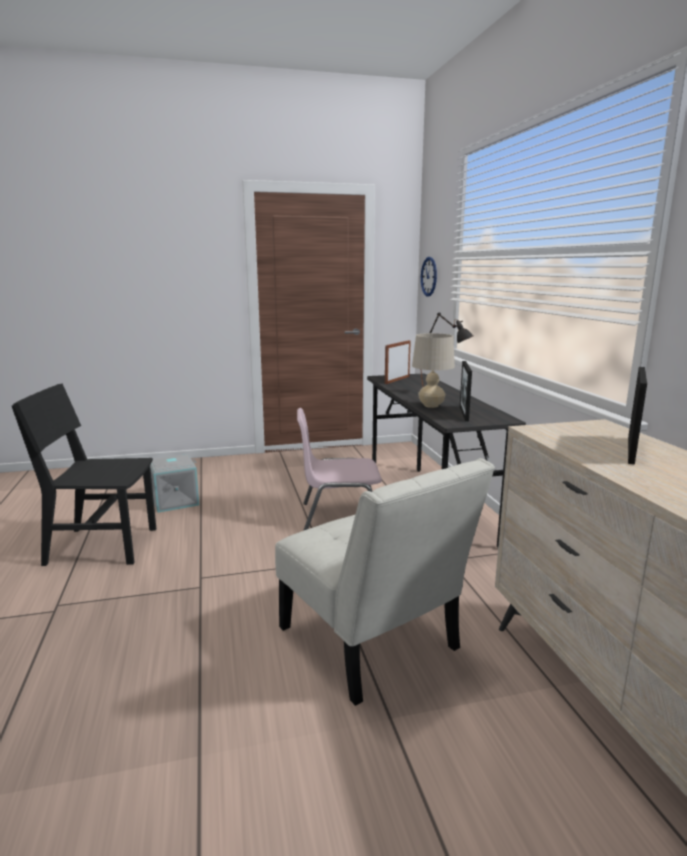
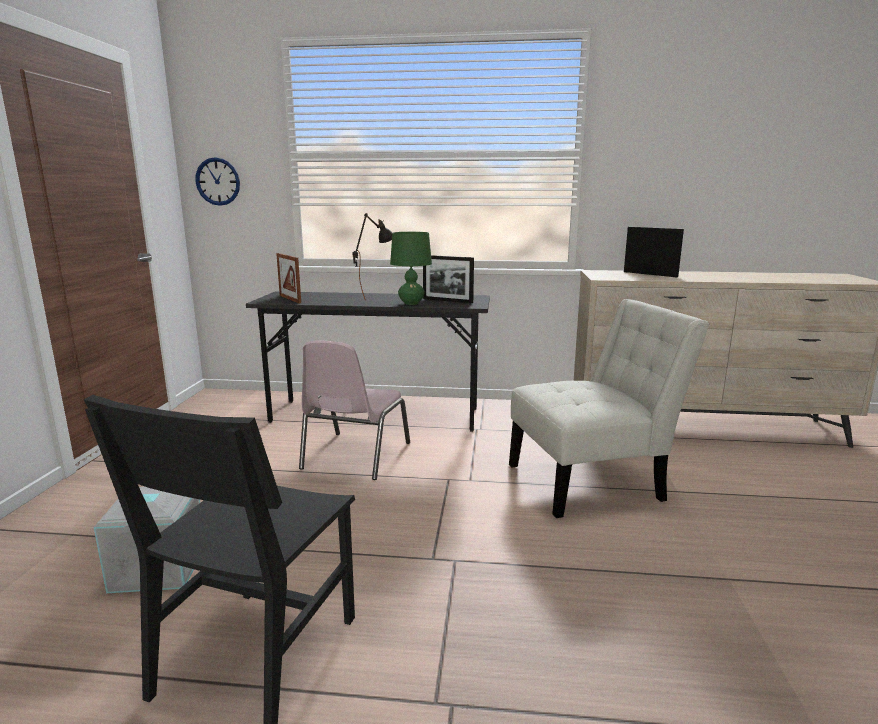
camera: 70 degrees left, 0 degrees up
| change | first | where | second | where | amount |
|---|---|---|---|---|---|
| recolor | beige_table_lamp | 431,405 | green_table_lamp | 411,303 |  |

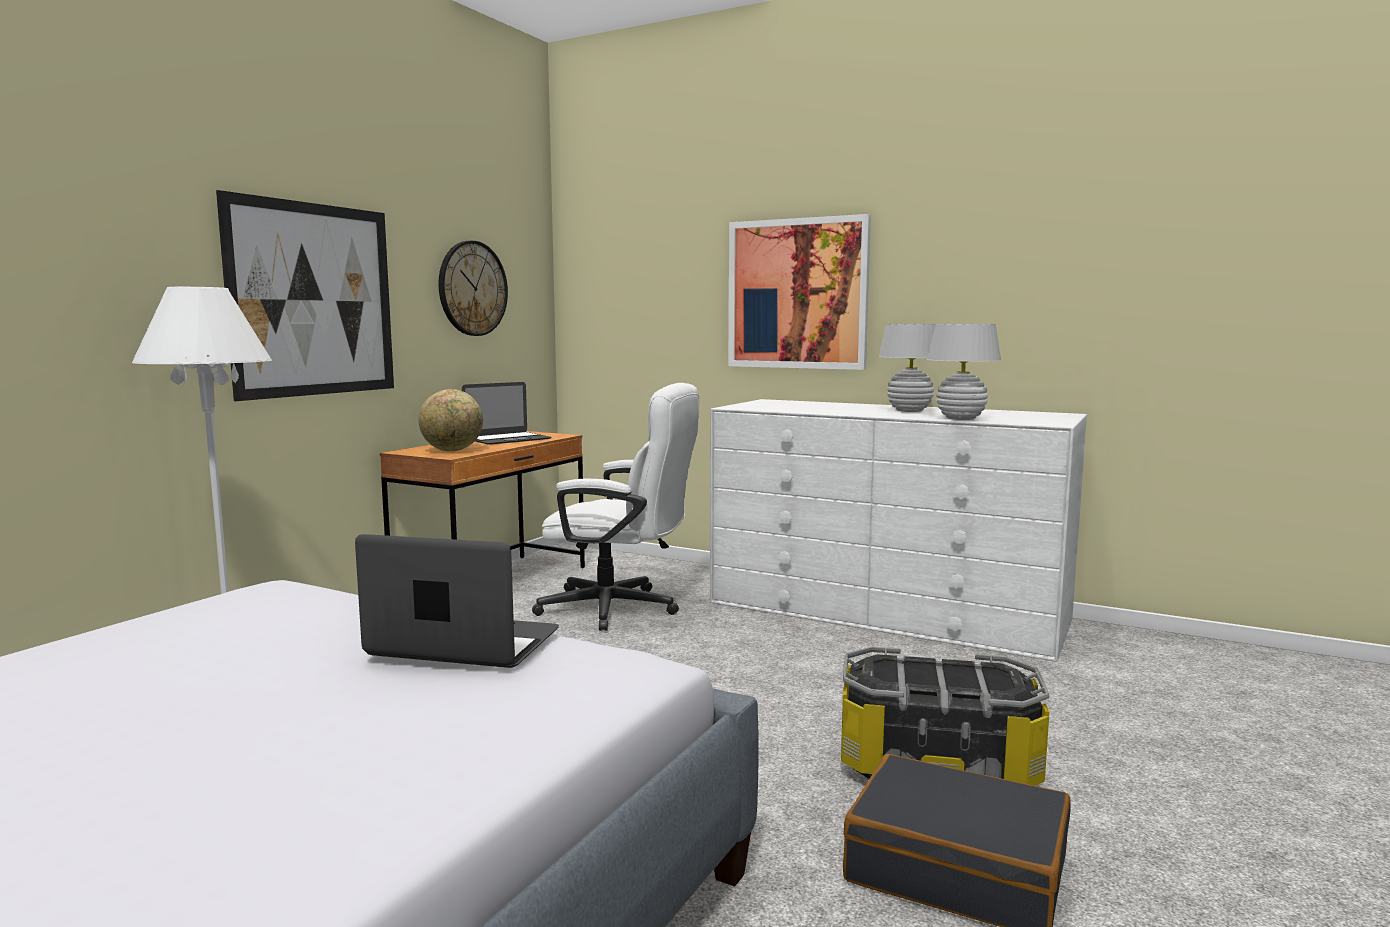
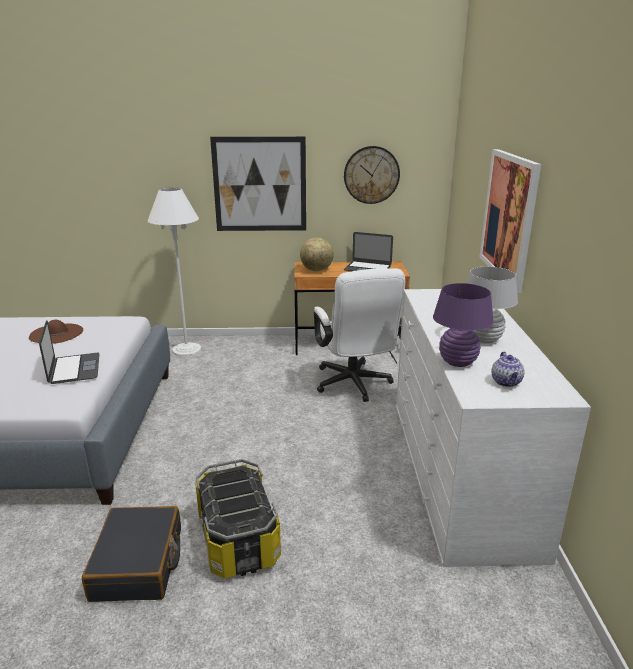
camera: 60 degrees right, 15 degrees up
| change | first | where | second | where | amount |
|---|---|---|---|---|---|
| insert |  |  | brownish_hat | 56,333 |  |
| recolor | white_table_lamp | 960,418 | purple-coloured_table_lamp | 457,362 |  |
| insert |  |  | tea_pot | 506,382 |  |

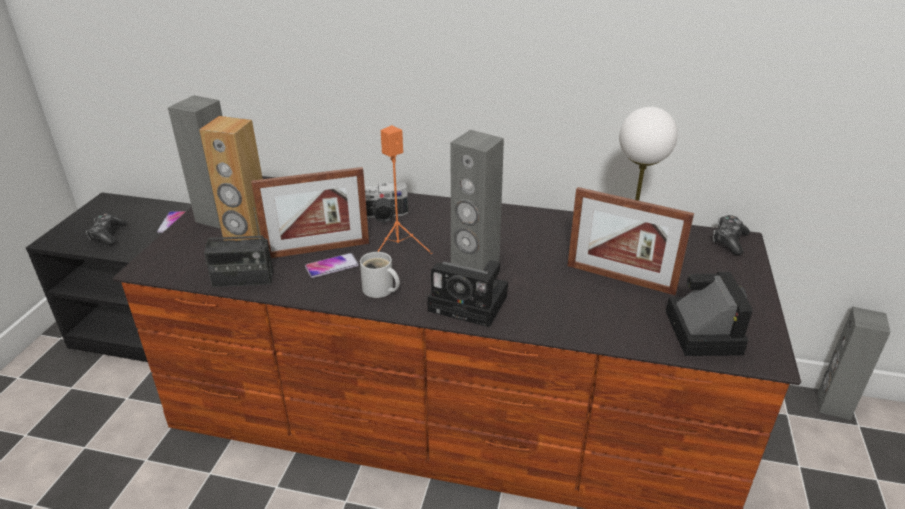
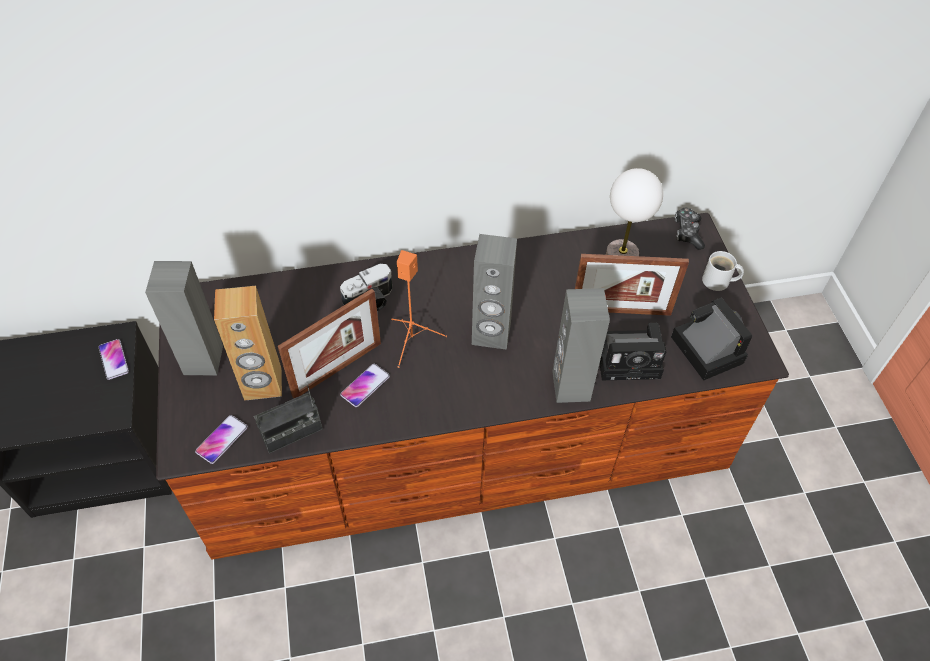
camera: 25 degrees left, 20 degrees up
| change | first | where | second | where | amount |
|---|---|---|---|---|---|
| insert |  |  | telephone | 222,439 |  |
| move | gray_speaker | 833,405 |  | 570,386 |  |
| move | still_camera | 471,303 |  | 630,358 |  |
| move | white_coffee_mug | 379,290 |  | 718,282 |  |
| delete | gamepad | 107,235 |  |  |  |

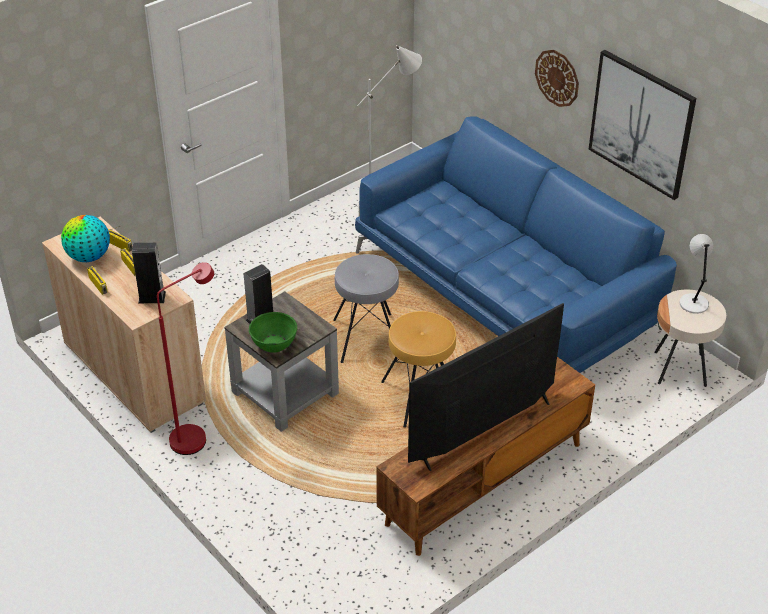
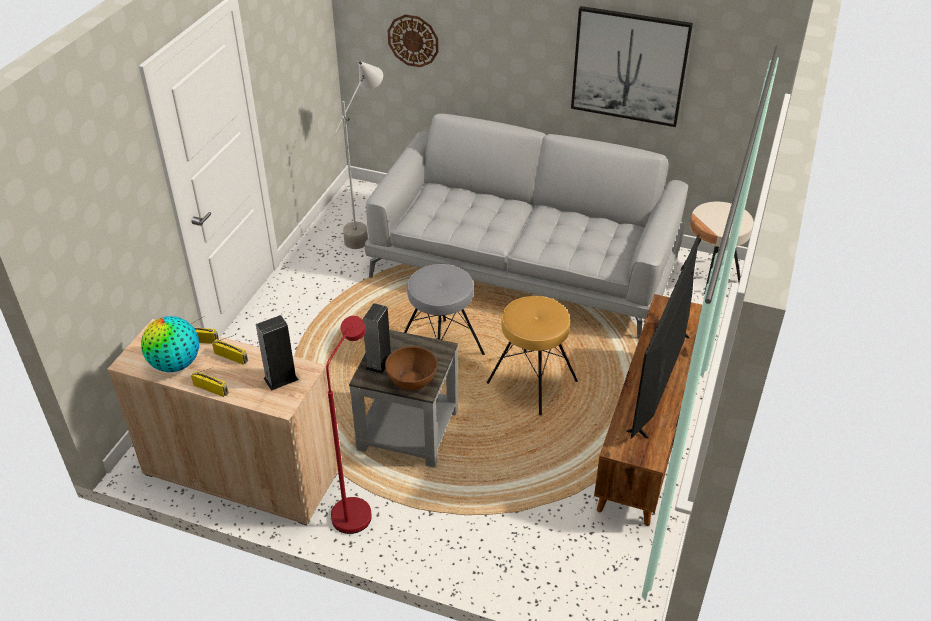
camera: 30 degrees left, 0 degrees up
| change | first | where | second | where | amount |
|---|---|---|---|---|---|
| recolor | blue_couch | 506,291 | gray_couch | 525,264 |  |
| recolor | green_bowl | 274,343 | brownish_bowl | 412,380 |  |
| move | clock_on_the_wall | 557,78 |  | 413,40 |  |
| delete | gray_table_lamp | 693,303 |  |  |  |

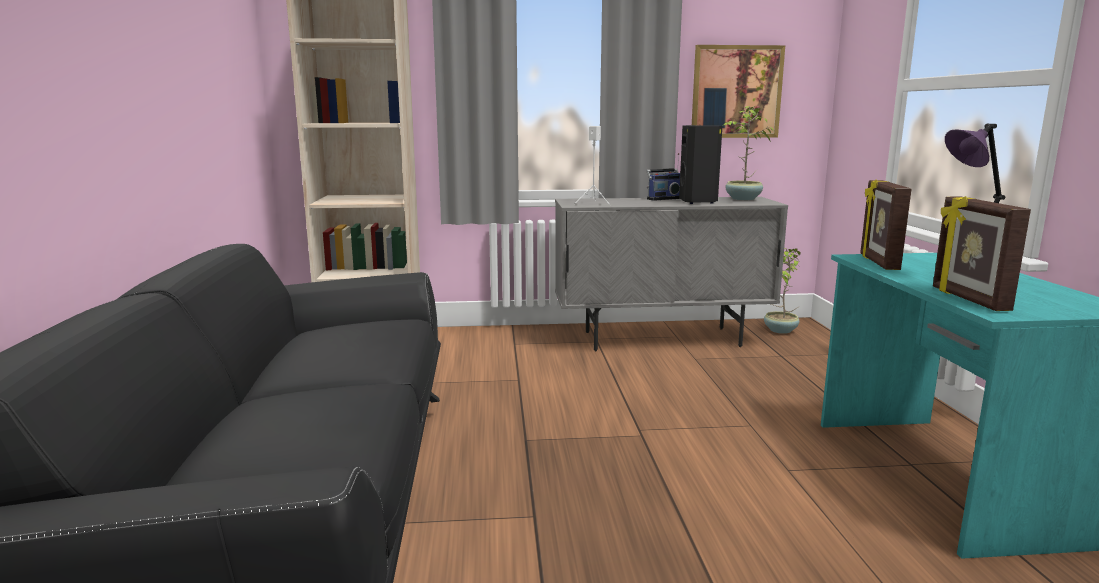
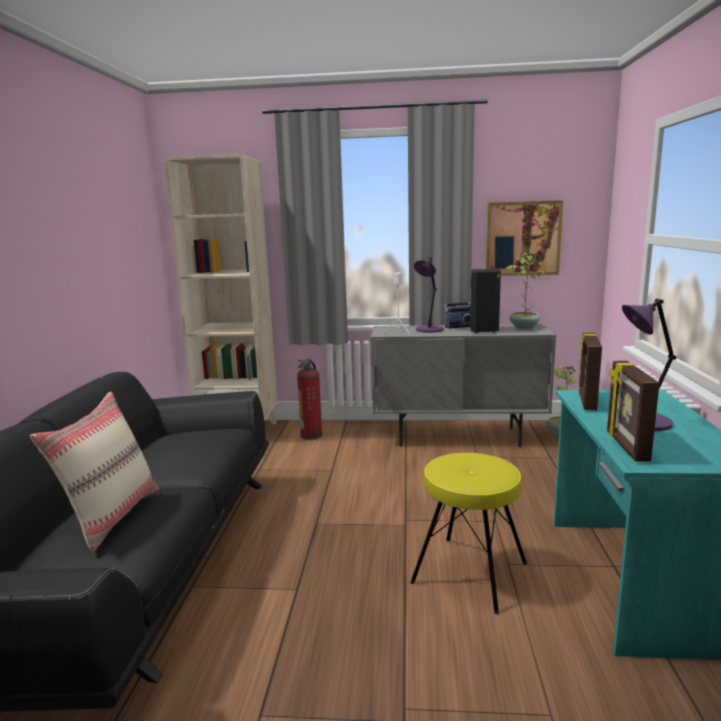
camera: 10 degrees right, 0 degrees up
| change | first | where | second | where | amount |
|---|---|---|---|---|---|
| insert |  |  | beige_pillow | 111,516 |  |
| insert |  |  | fire_extinguisher | 311,435 |  |
| insert |  |  | yellow_sitting_stool | 469,572 |  |
| insert |  |  | purple-coloured_table_lamp | 429,330 |  |

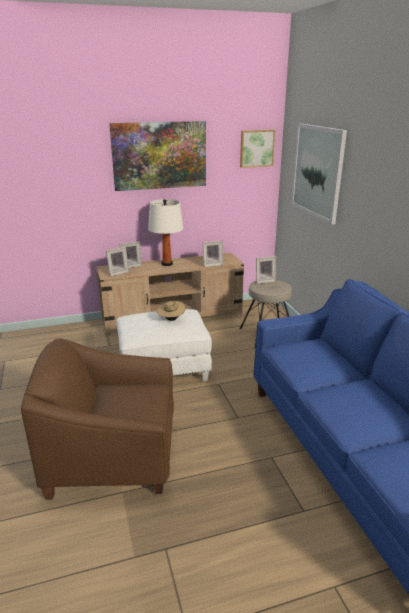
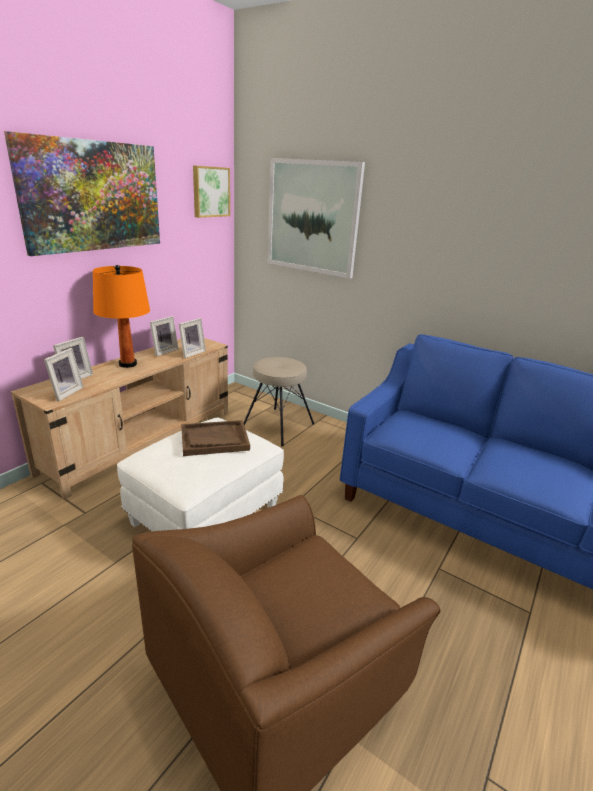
camera: 40 degrees left, 0 degrees up
| change | first | where | second | where | amount |
|---|---|---|---|---|---|
| recolor | white_table_lamp | 167,264 | orangey_table_lamp | 128,364 |  |
| move | photo_frame | 264,281 |  | 163,351 |  |
| replace | beige_hat | 171,319 | brownish_serving_tray | 214,439 |  |

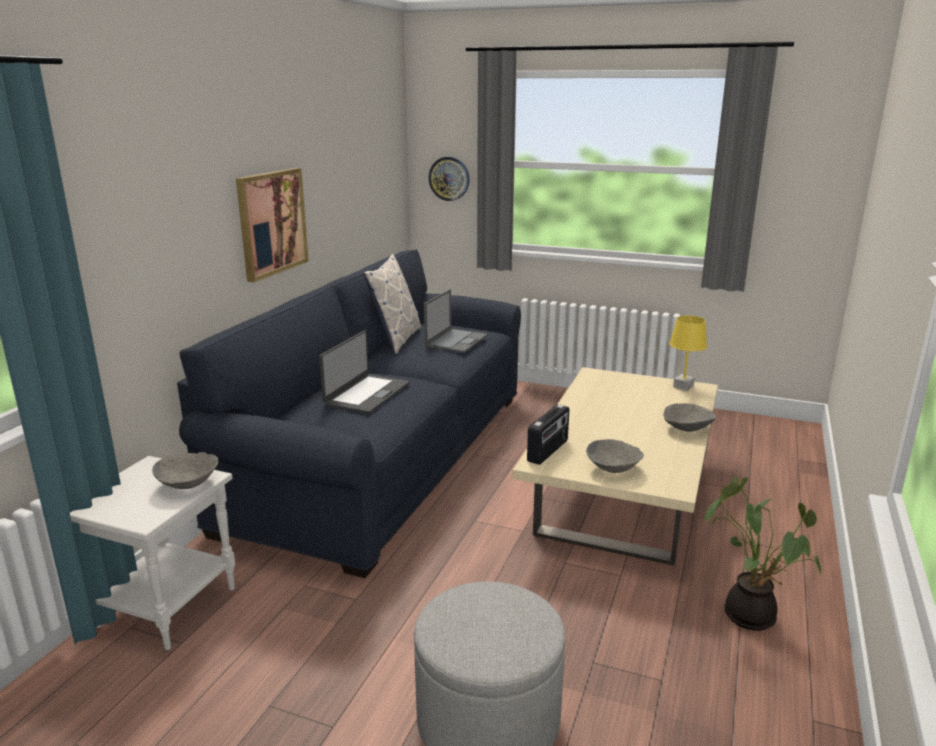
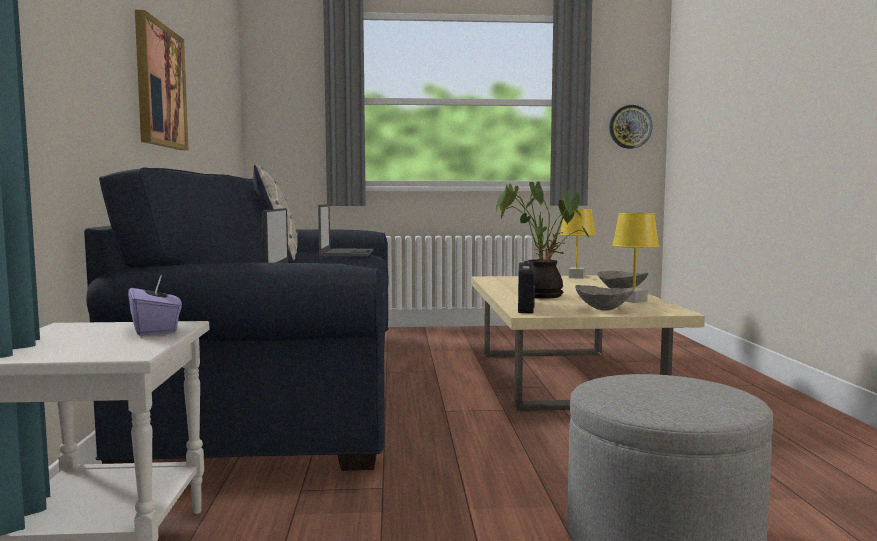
camera: 25 degrees left, 15 degrees down
| change | first | where | second | where | amount |
|---|---|---|---|---|---|
| replace | gray_bowl | 188,484 | purple-coloured_tissue_holder | 156,330 |  |
| move | potted_plant | 751,614 |  | 542,295 |  |
| move | clock_on_the_wall | 449,178 |  | 630,127 |  |
| insert |  |  | yellow_table_lamp | 633,301 |  |

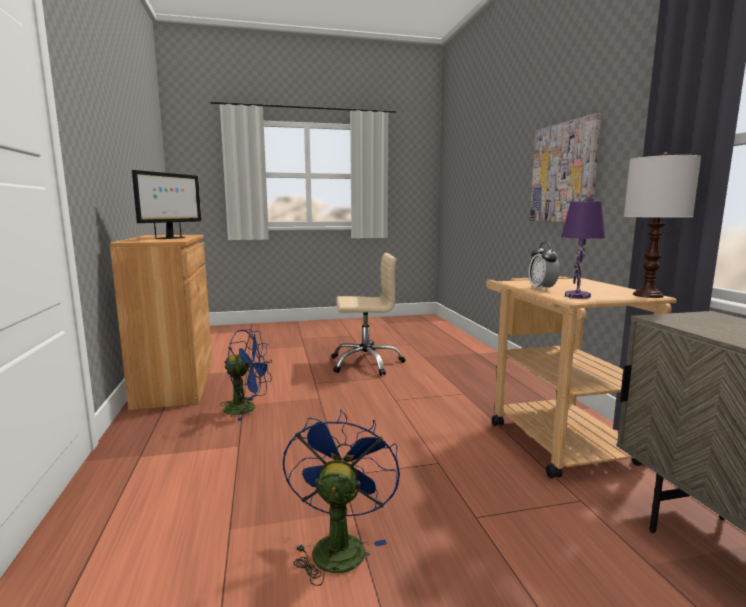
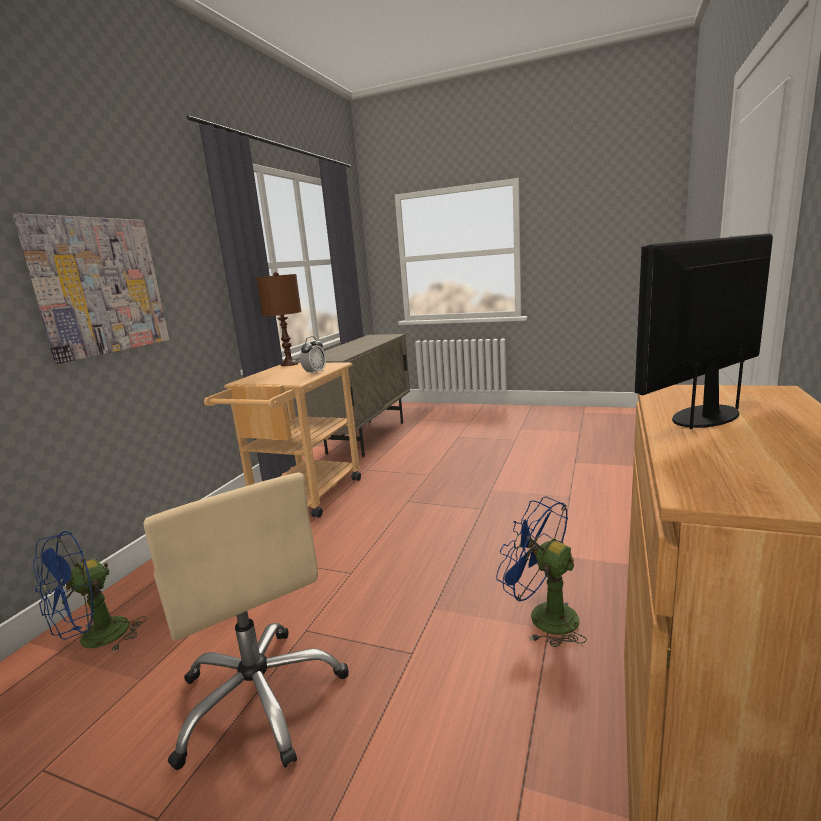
camera: 145 degrees left, 5 degrees up
| change | first | where | second | where | amount |
|---|---|---|---|---|---|
| move | blue_cooling_fan | 338,545 |  | 95,640 |  |
| rotate | beige_computer_chair | 366,363 |  | 260,698 | 150 degrees counterclockwise |
| recolor | white_table_lamp | 647,295 | brownish_table_lamp | 289,364 |  |
| delete | purple-coloured_table_lamp | 577,296 |  |  |  |

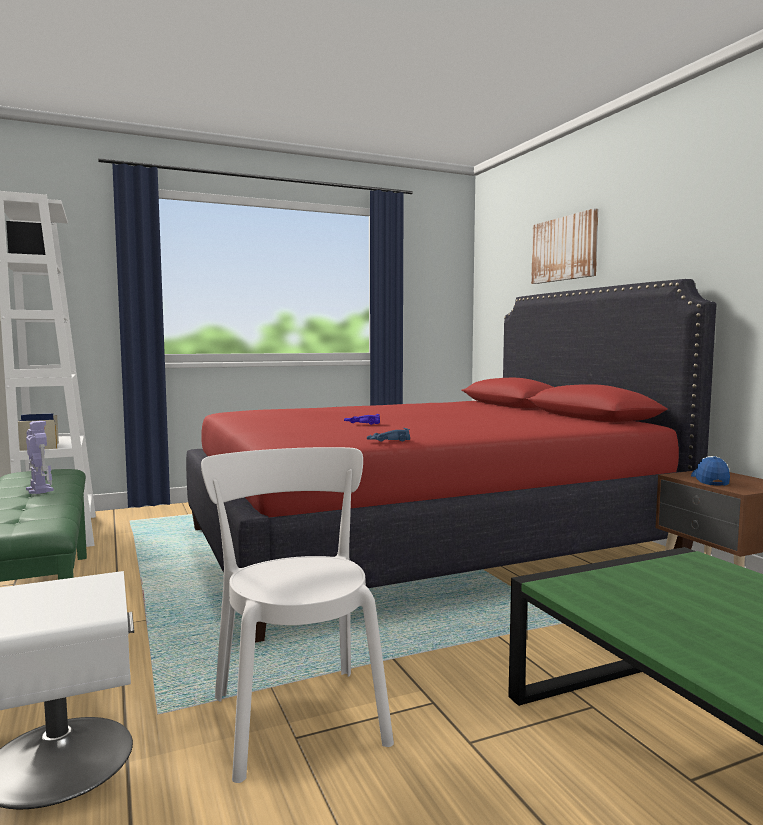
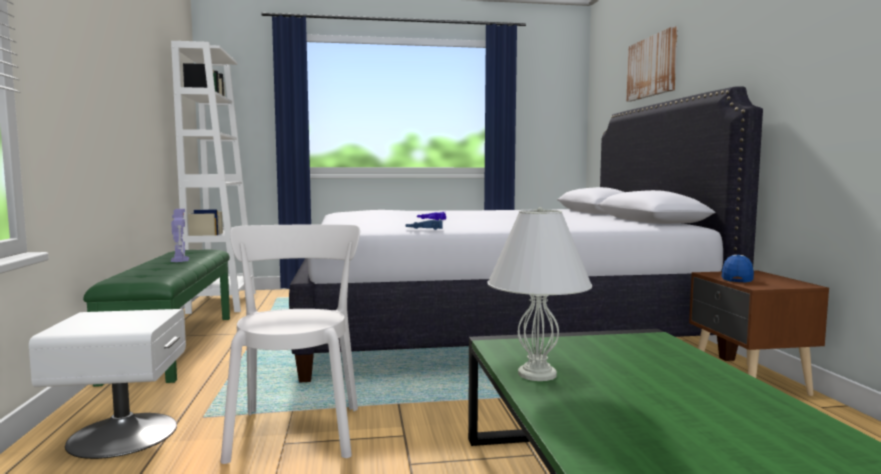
camera: 15 degrees right, 0 degrees up
| change | first | where | second | where | amount |
|---|---|---|---|---|---|
| recolor | red-coloured_bedroom_bed | 423,543 | white_bedroom_bed | 493,328 |  |
| insert |  |  | white_table_lamp | 537,374 |  |

